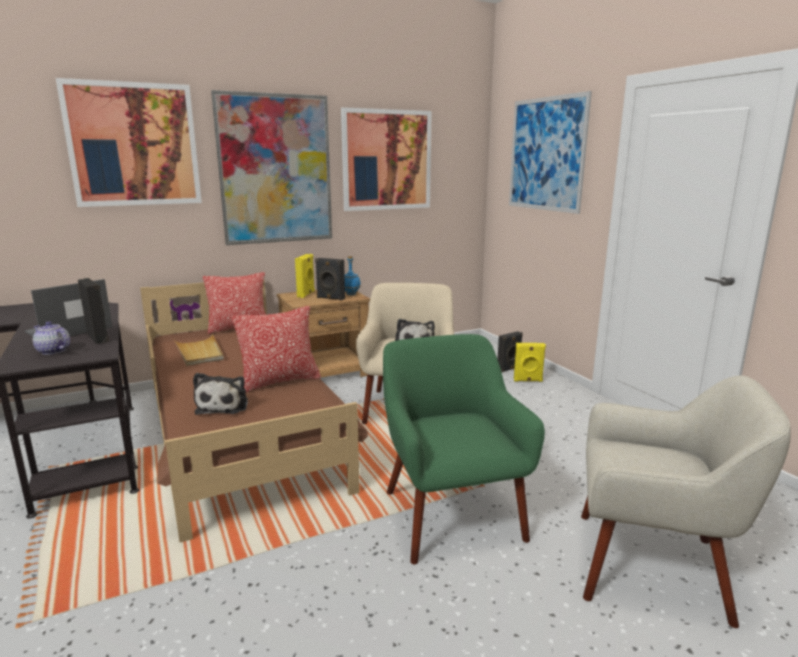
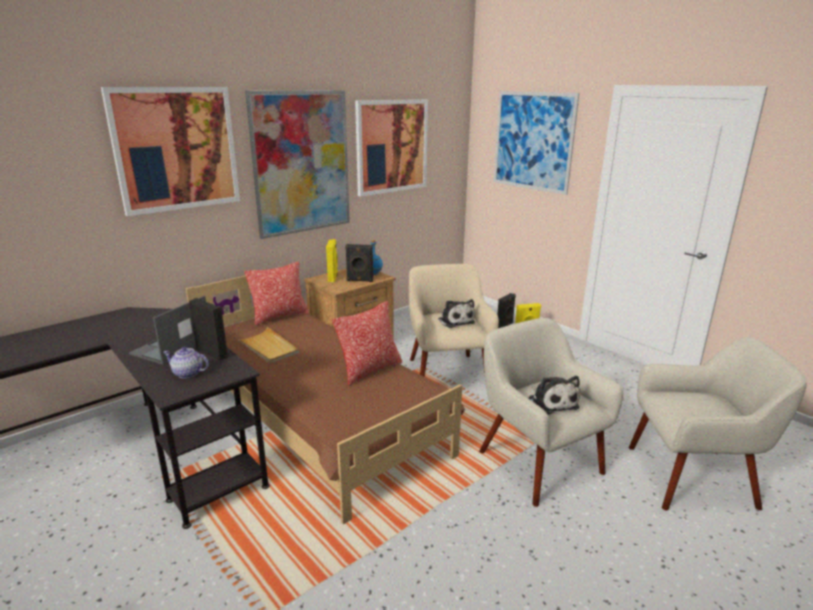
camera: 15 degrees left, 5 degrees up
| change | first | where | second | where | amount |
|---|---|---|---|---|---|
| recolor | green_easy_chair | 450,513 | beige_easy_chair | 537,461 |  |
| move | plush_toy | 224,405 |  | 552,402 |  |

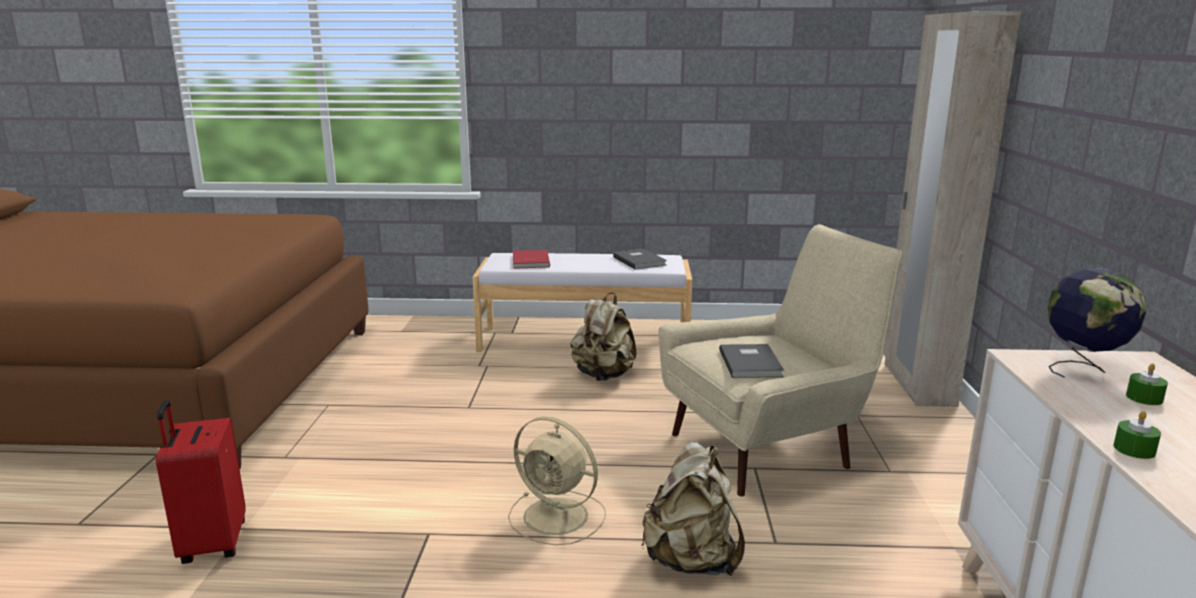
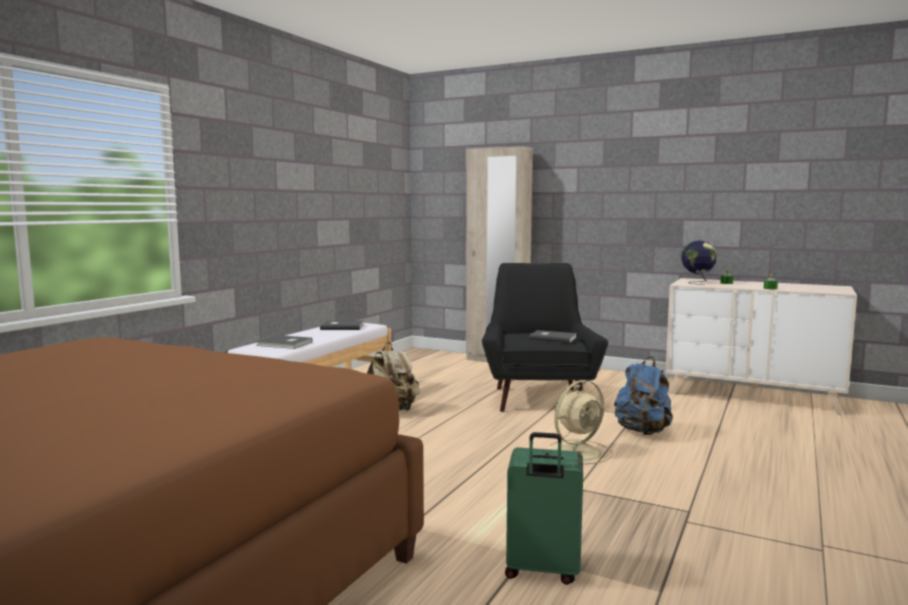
camera: 65 degrees left, 10 degrees down
| change | first | where | second | where | amount |
|---|---|---|---|---|---|
| recolor | red-coloured_book | 529,261 | gray_book | 284,344 |  |
| recolor | beige_easy_chair | 768,448 | black_easy_chair | 538,397 |  |
| recolor | red-coloured_piece_of_luggage | 212,544 | green_piece_of_luggage | 542,571 |  |
| recolor | beige_backpack | 691,560 | blue_backpack | 642,432 |  |

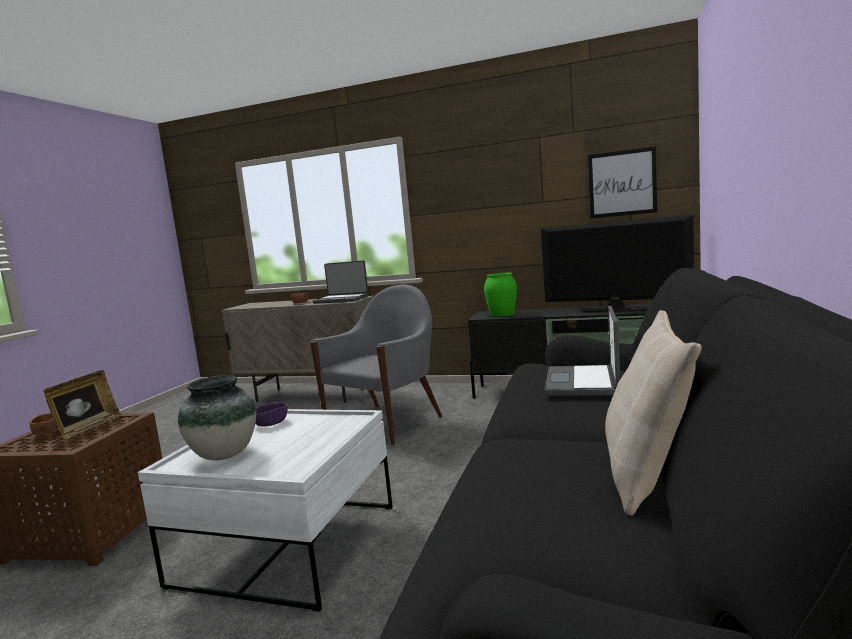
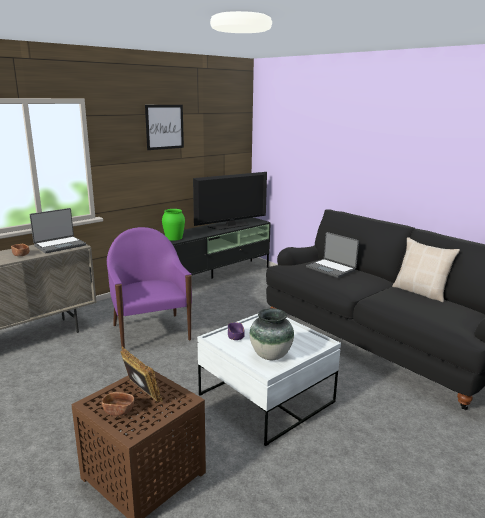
camera: 60 degrees left, 10 degrees up
| change | first | where | second | where | amount |
|---|---|---|---|---|---|
| recolor | gray_easy_chair | 386,423 | purple-coloured_easy_chair | 150,332 |  |
| move | wall_art | 622,183 |  | 164,127 |  |

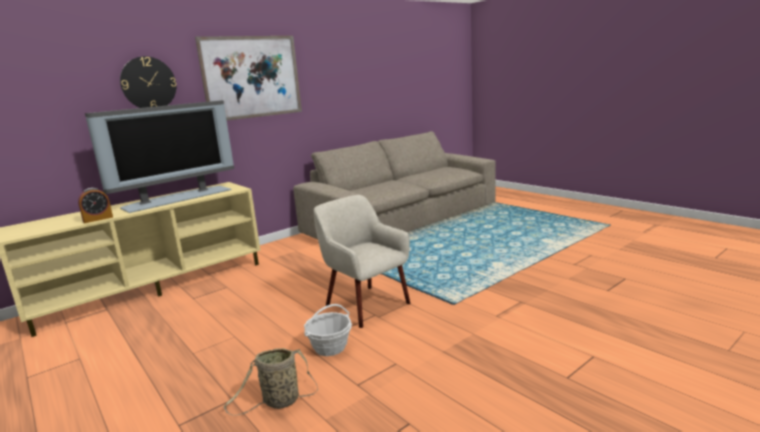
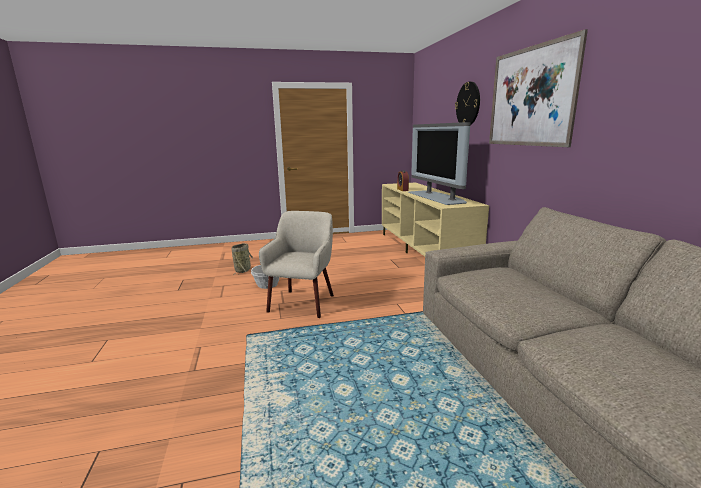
camera: 115 degrees right, 0 degrees up
| change | first | where | second | where | amount |
|---|---|---|---|---|---|
| rotate | beige_easy_chair | 366,305 |  | 303,303 | 60 degrees counterclockwise |

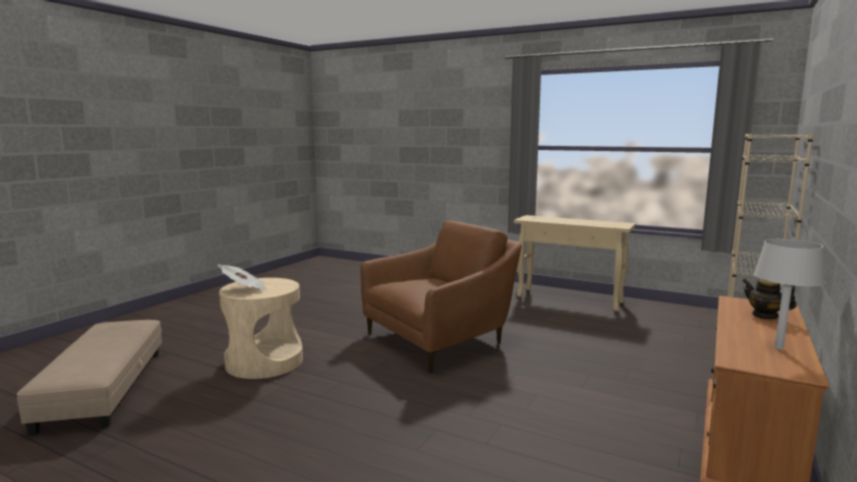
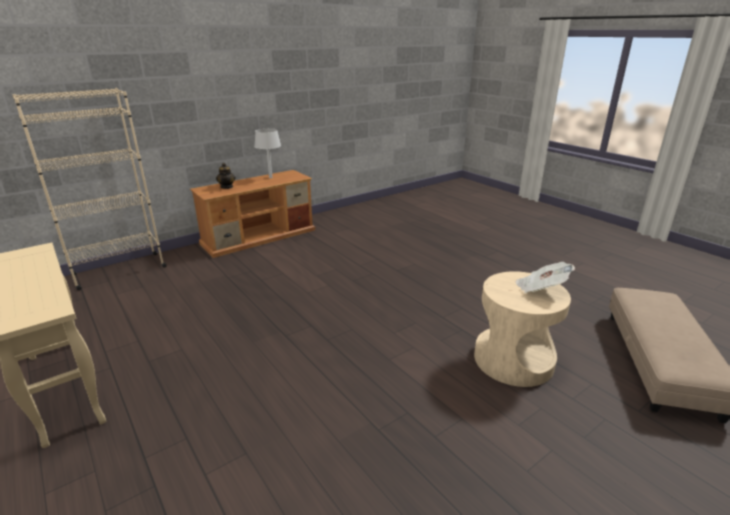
camera: 155 degrees left, 15 degrees up
| change | first | where | second | where | amount |
|---|---|---|---|---|---|
| delete | brownish_easy_chair | 441,340 |  |  |  |

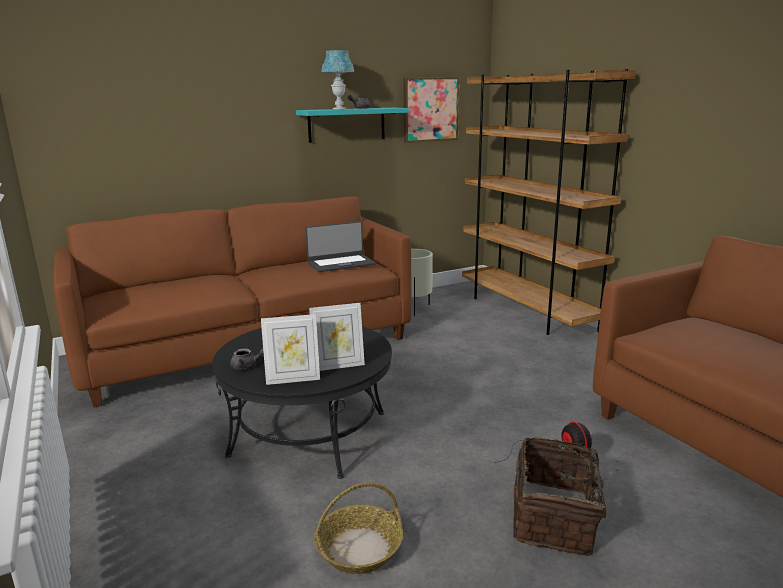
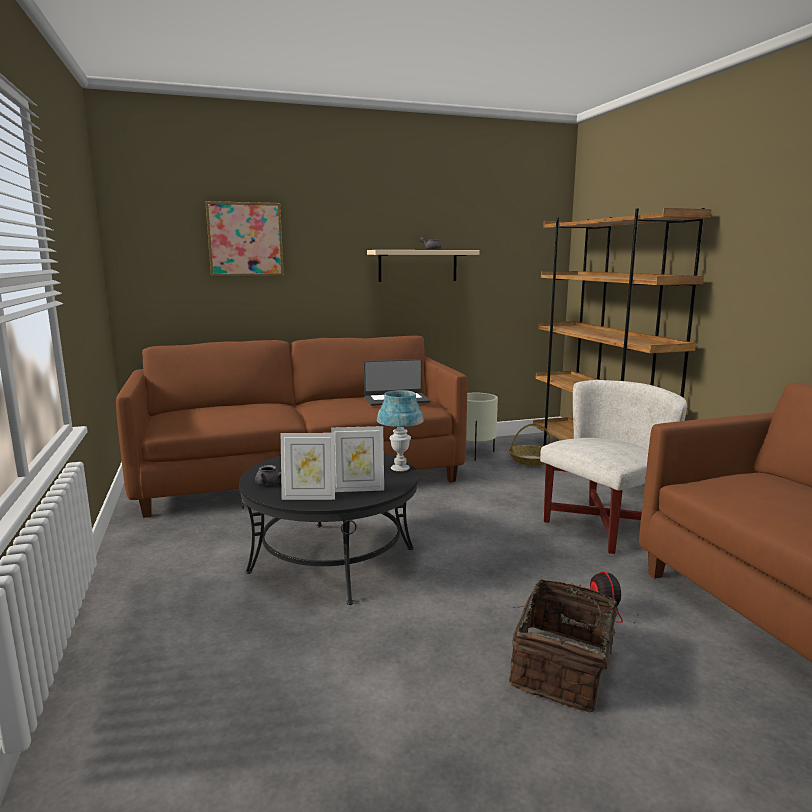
camera: 10 degrees right, 5 degrees down
| change | first | where | second | where | amount |
|---|---|---|---|---|---|
| move | wall_art | 430,109 |  | 245,239 |  |
| recolor | turquoise-coloured_wall_shelf | 347,124 | beige_wall_shelf | 417,265 |  |
| move | blue_table_lamp | 339,109 |  | 400,468 |  |
| move | storage_basket | 359,548 |  | 531,460 |  |
| insert |  |  | white_easy_chair | 603,527 |  |

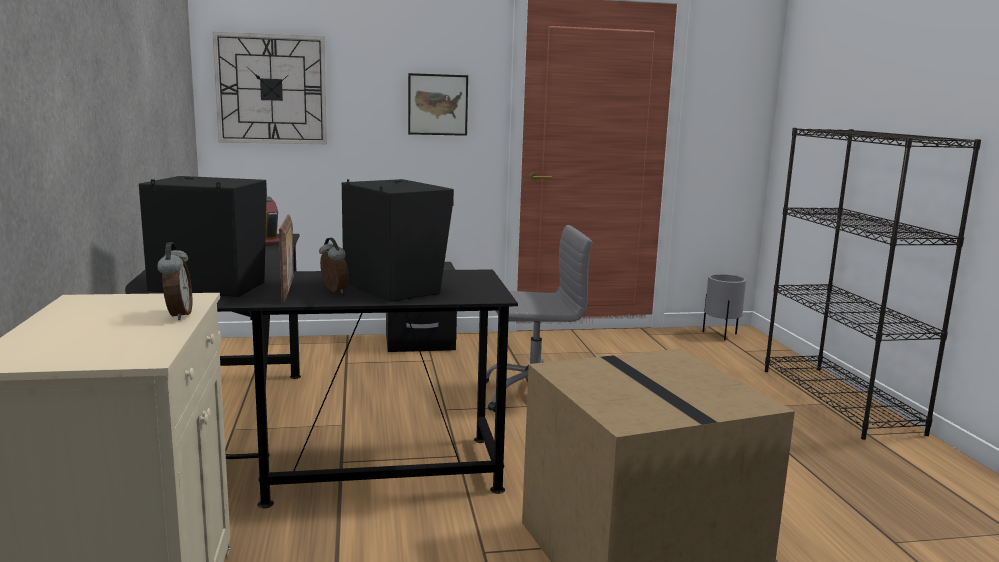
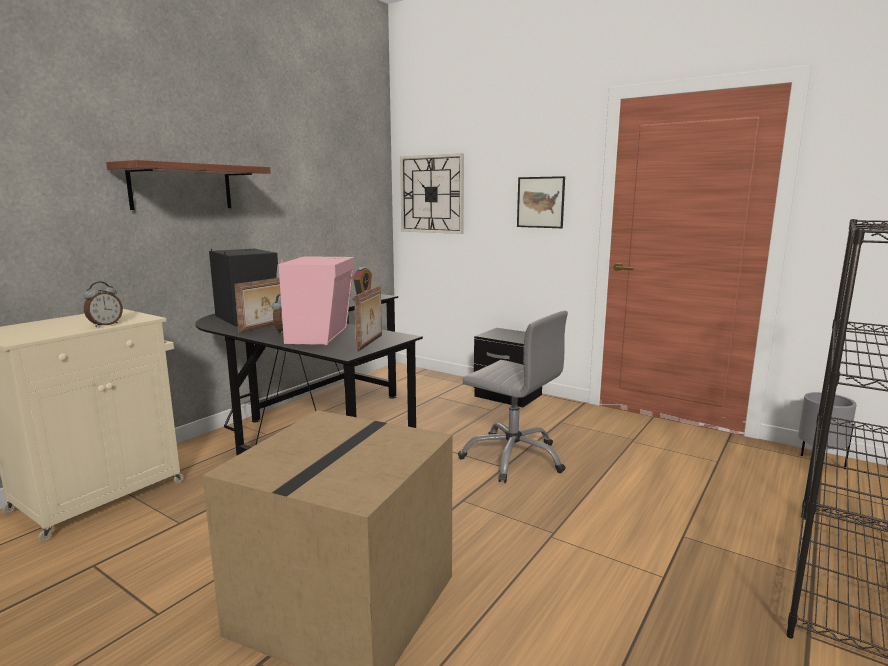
camera: 45 degrees right, 0 degrees up
| change | first | where | second | where | amount |
|---|---|---|---|---|---|
| insert |  |  | wall_shelf | 181,187 |  |
| recolor | black_speaker | 394,286 | pink-coloured_speaker | 321,335 |  |
| insert |  |  | photo_frame | 370,343 |  |

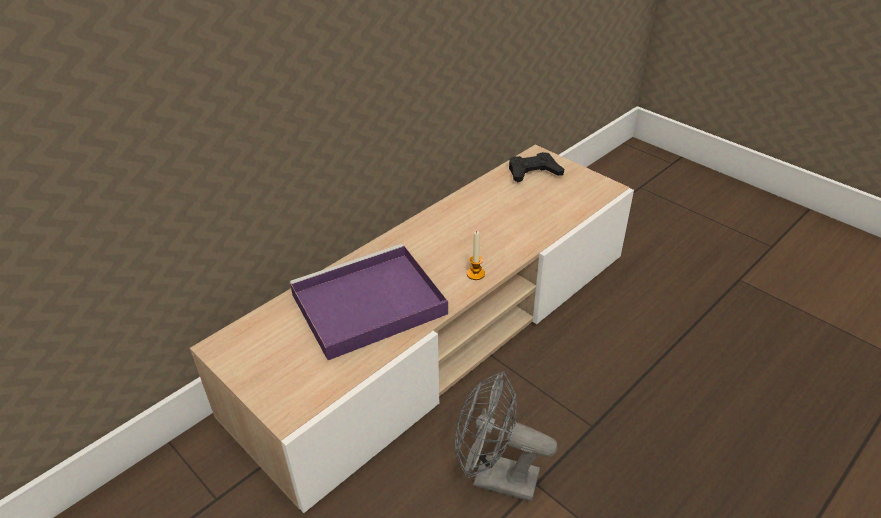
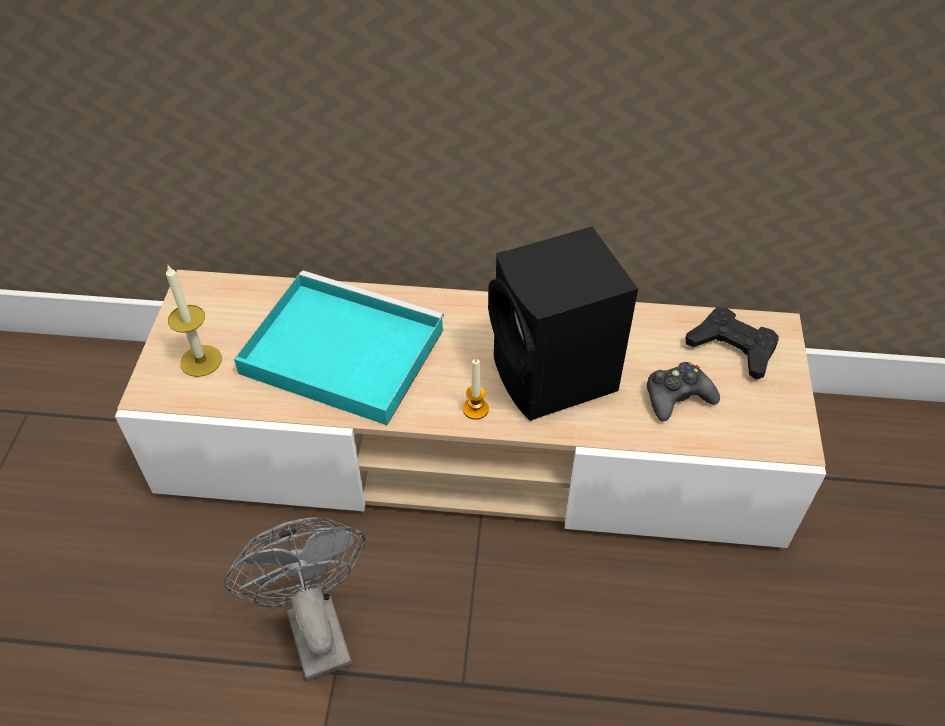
camera: 50 degrees right, 10 degrees up
| change | first | where | second | where | amount |
|---|---|---|---|---|---|
| insert |  |  | wax_candle | 201,361 |  |
| recolor | purple-coloured_serving_tray | 366,305 | turquoise-coloured_serving_tray | 338,351 |  |
| insert |  |  | black_speaker | 555,378 |  |
| insert |  |  | black_gamepad | 677,397 |  |

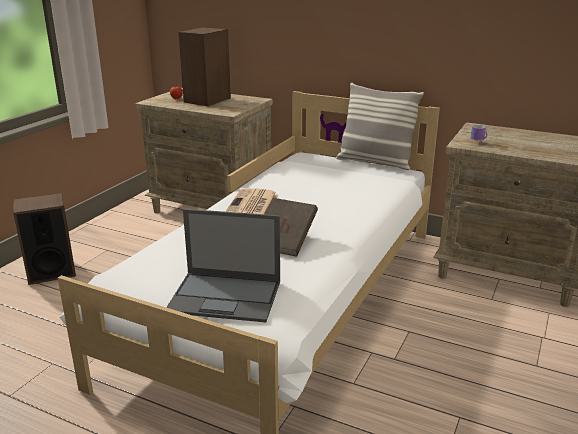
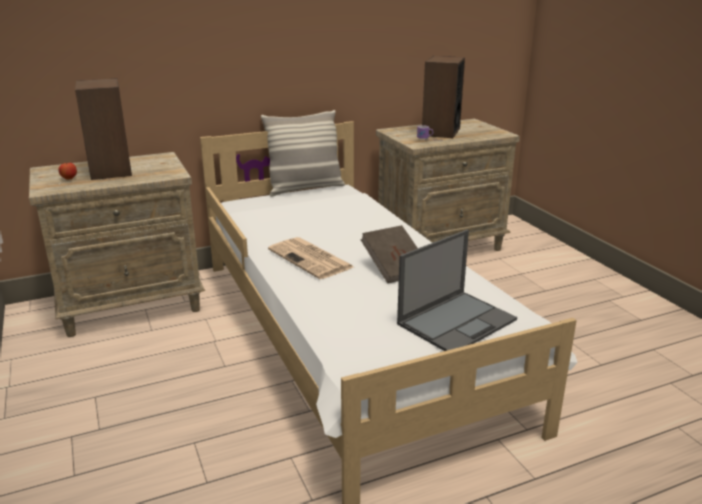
camera: 50 degrees left, 0 degrees up
| change | first | where | second | where | amount |
|---|---|---|---|---|---|
| move | speaker | 51,272 |  | 440,132 |  |

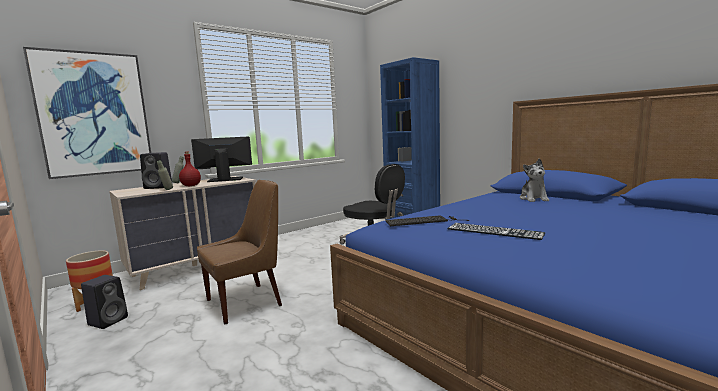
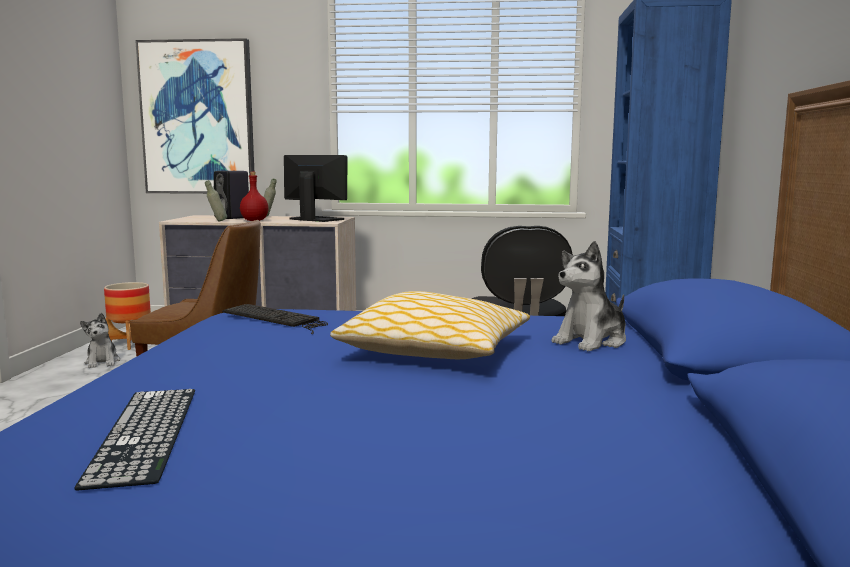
camera: 45 degrees right, 0 degrees up
| change | first | where | second | where | amount |
|---|---|---|---|---|---|
| move | keyboard | 494,231 |  | 145,432 |  |
| replace | black_speaker | 109,320 | plush_toy | 102,362 |  |
| insert |  |  | pillow | 436,351 |  |

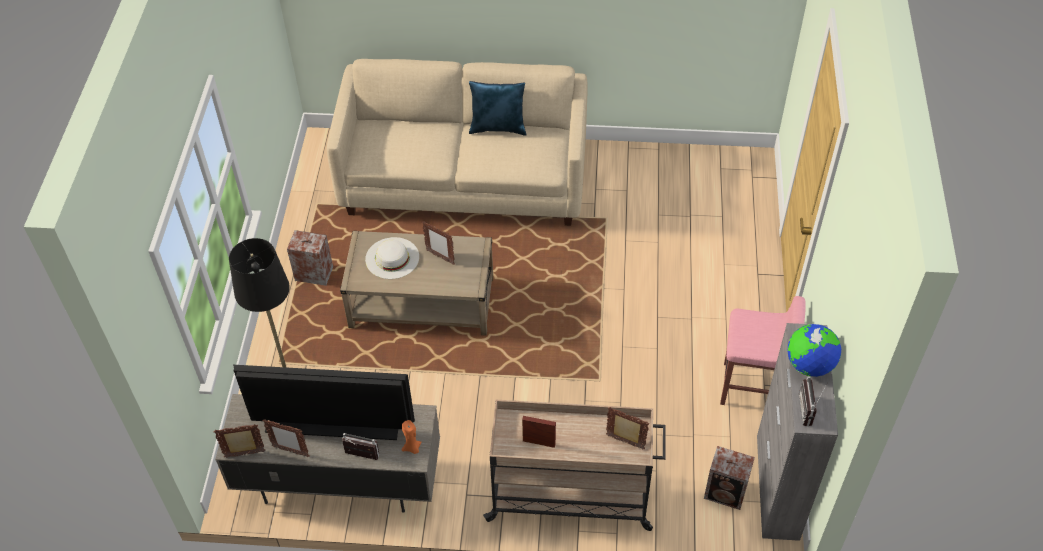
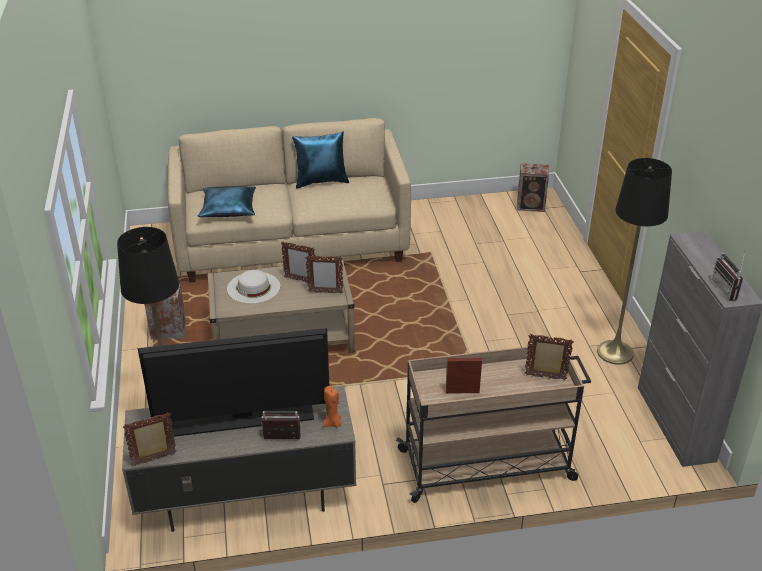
camera: 15 degrees left, 15 degrees down
| change | first | where | second | where | amount |
|---|---|---|---|---|---|
| insert |  |  | blue_pillow | 229,209 |  |
| move | photo_frame | 290,451 |  | 325,292 |  |
| move | speaker | 726,493 |  | 531,206 |  |
| replace | pink-coloured_sitting_stool | 751,387 | black_standard_lamp | 615,352 |  |
| delete | globe | 809,365 |  |  |  |

